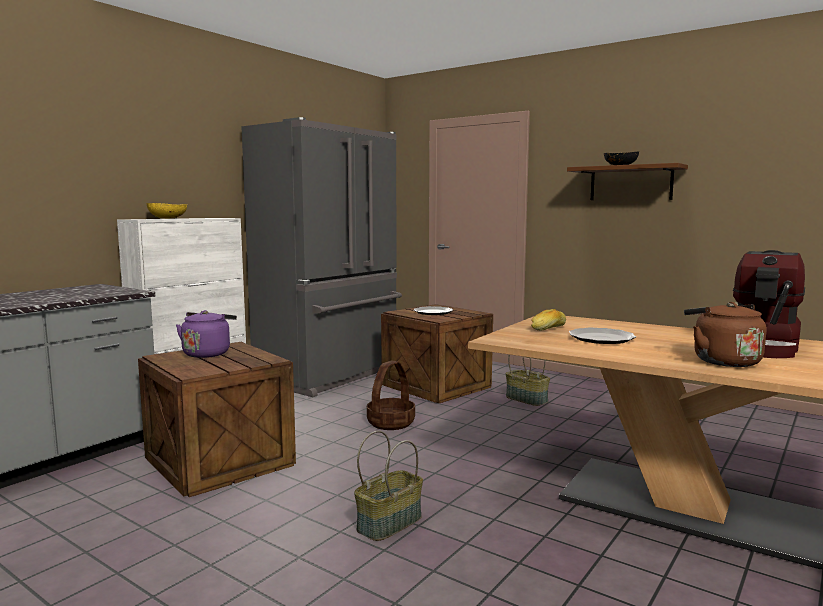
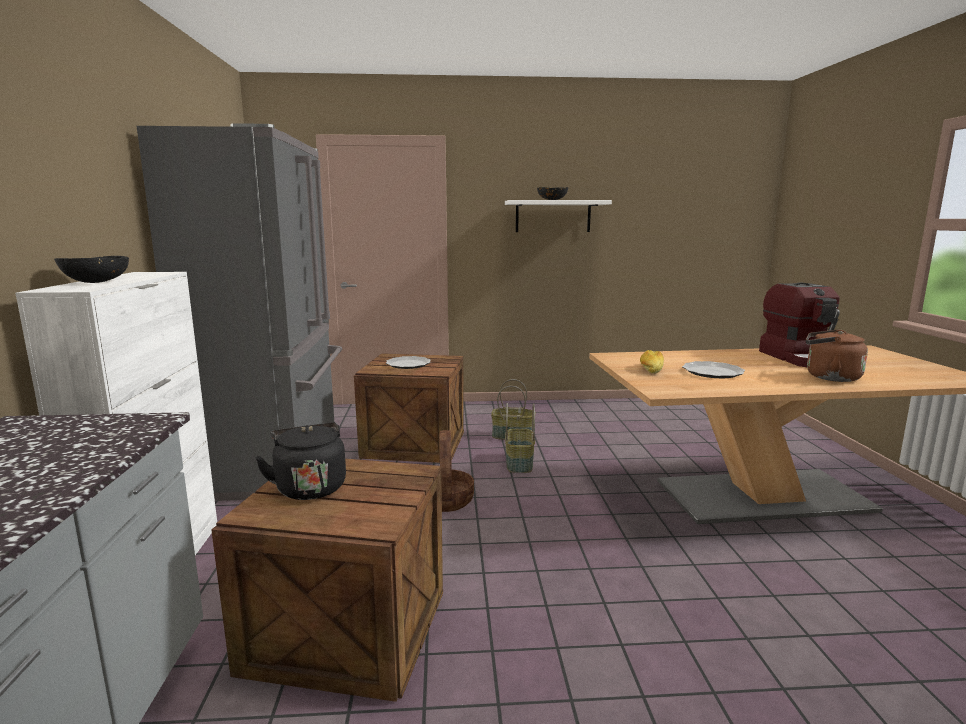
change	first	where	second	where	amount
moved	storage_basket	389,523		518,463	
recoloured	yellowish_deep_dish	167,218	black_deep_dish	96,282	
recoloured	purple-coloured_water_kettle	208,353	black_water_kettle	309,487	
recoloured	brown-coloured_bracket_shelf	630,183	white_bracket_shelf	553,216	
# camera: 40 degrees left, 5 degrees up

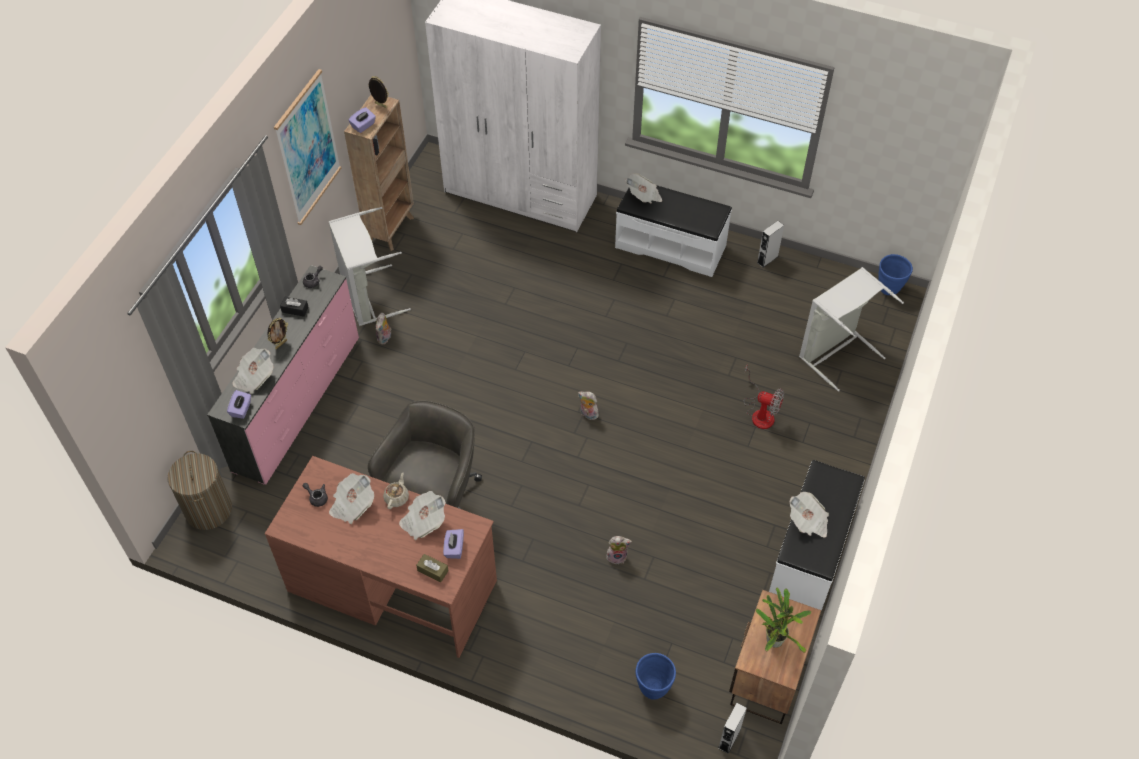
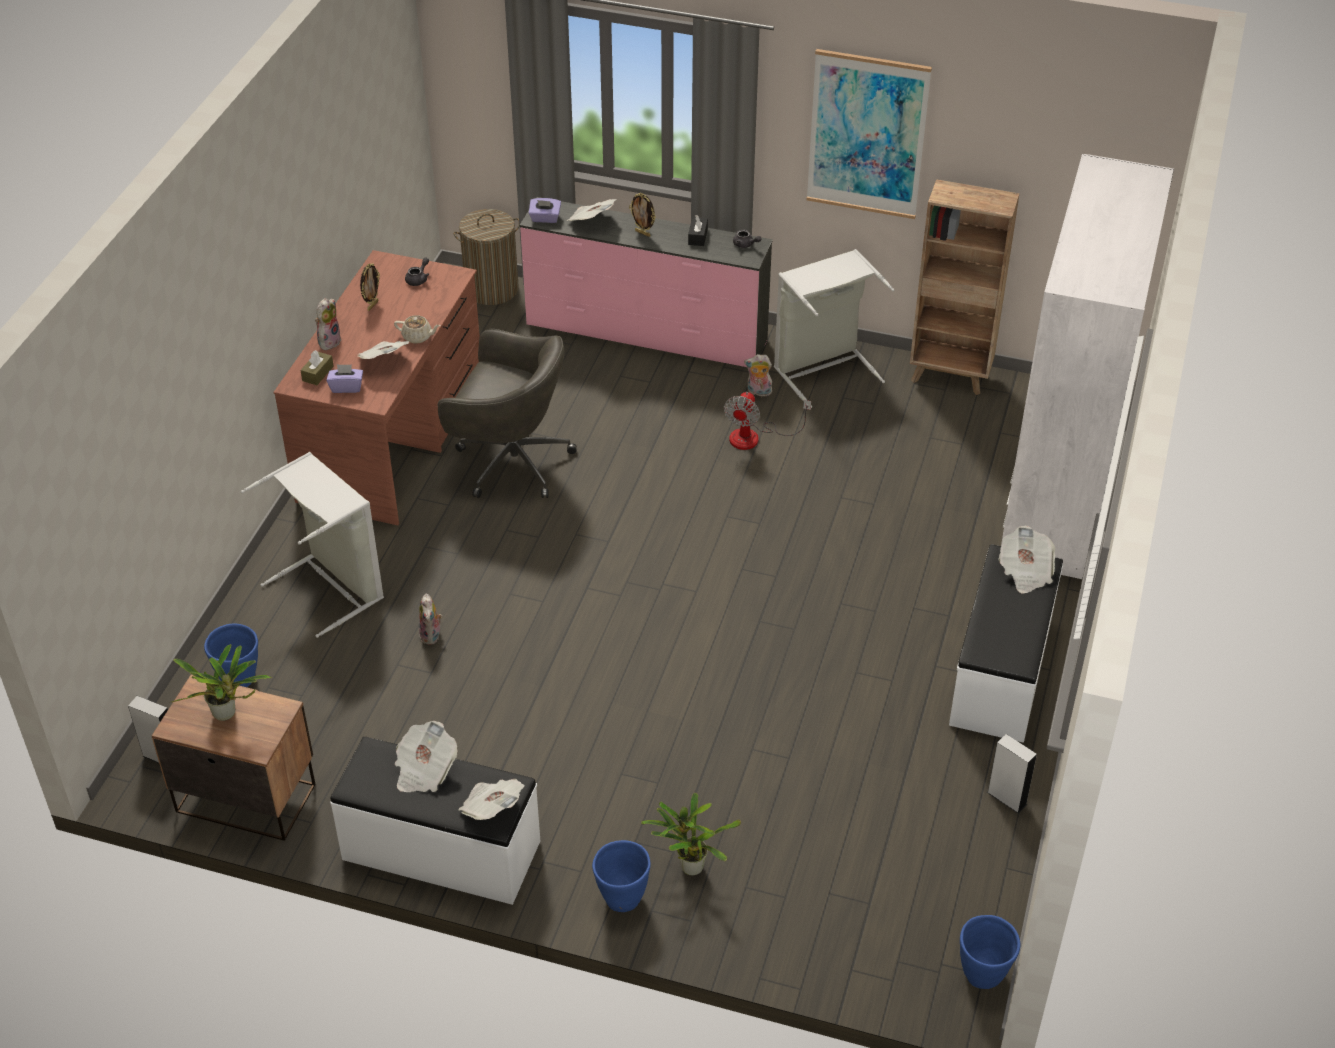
change	first	where	second	where	amount
removed	purple-coloured_tissue_box	363,126			
added			blue-coloured_flower_pot	622,899	
added			houseplant	689,865	
moved	newspaper	352,505		492,808	
moved	photo_frame	380,105		372,305	
moved	cuddly_toy	588,414		329,341	
moved	fan	760,412		754,437	
moved	greyish_hamper	835,352		333,586	
# camera: 85 degrees right, 10 degrees down

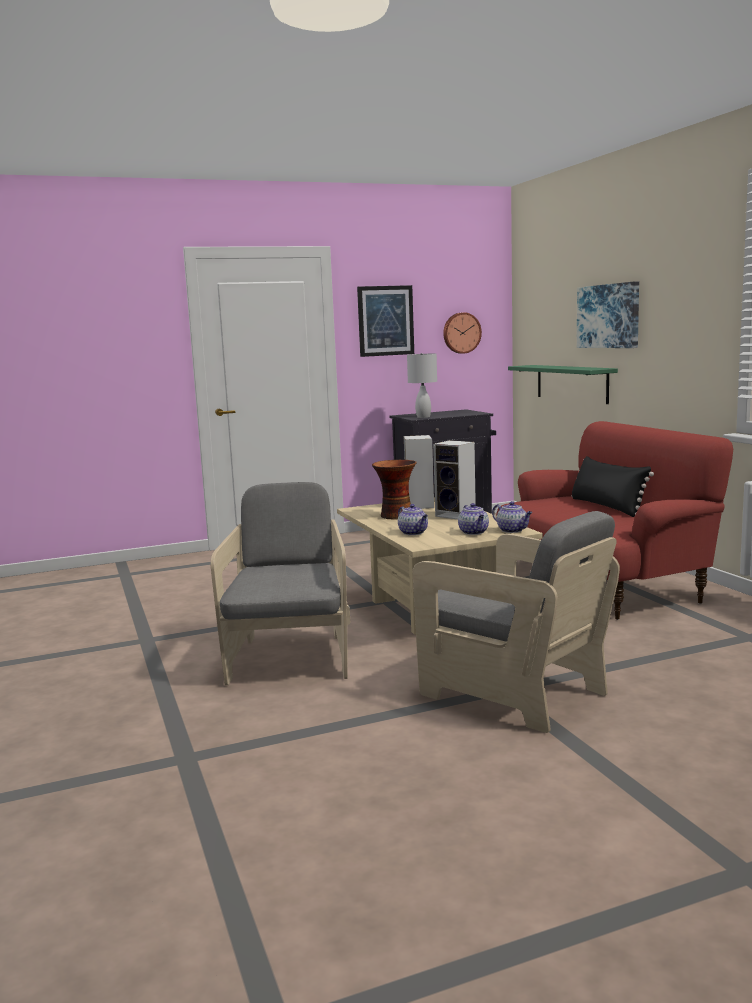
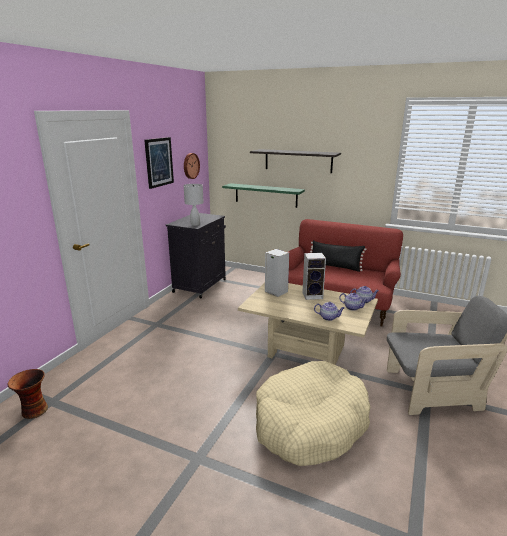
change	first	where	second	where	amount
moved	decorative_vase	395,516		33,411	
replaced	greyish_lounge_chair	290,658	sand-coloured_dog_bed	310,423	
replaced	picture	609,316	bracket_shelf	298,161	
# camera: 45 degrees left, 10 degrees up

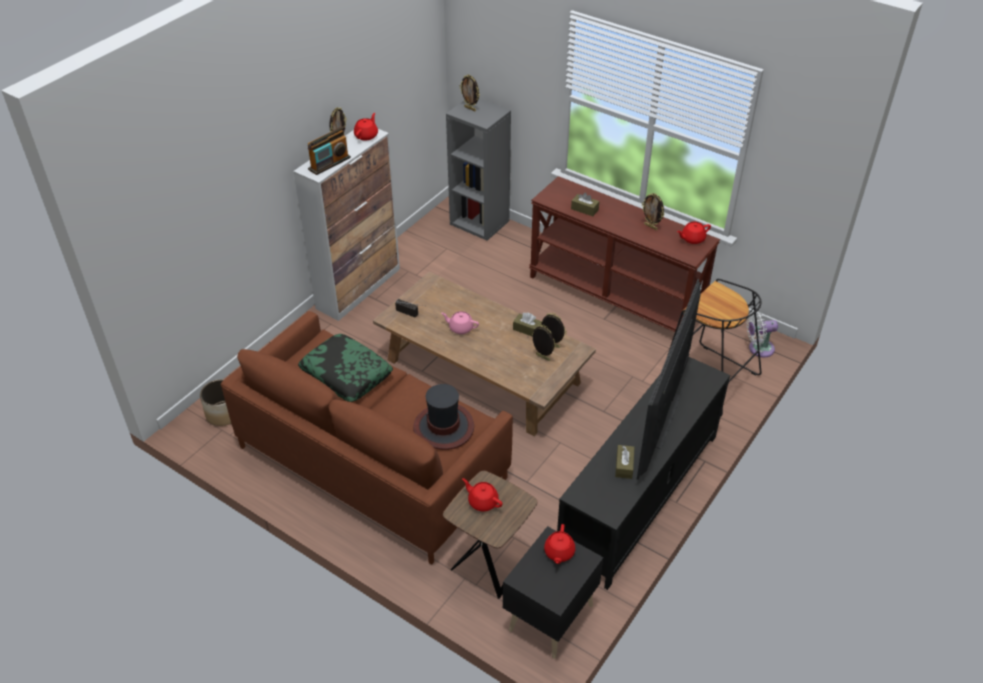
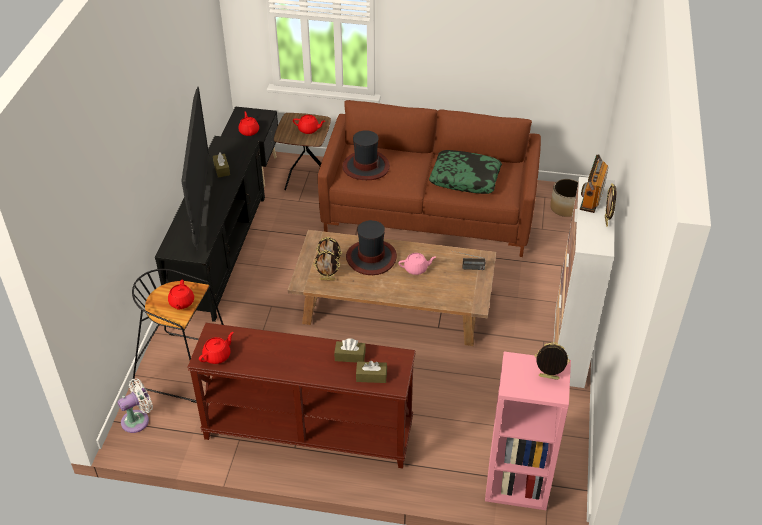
change	first	where	second	where	amount
removed	photo_frame	651,227			
added			hat	371,258	
moved	reddish_teapot	366,135		181,302	
moved	brown-coloured_tissue_box	527,329		371,376	
recoloured	greyish_bookshelf	480,222	pink-coloured_bookshelf	516,484	
# camera: 155 degrees right, 0 degrees up

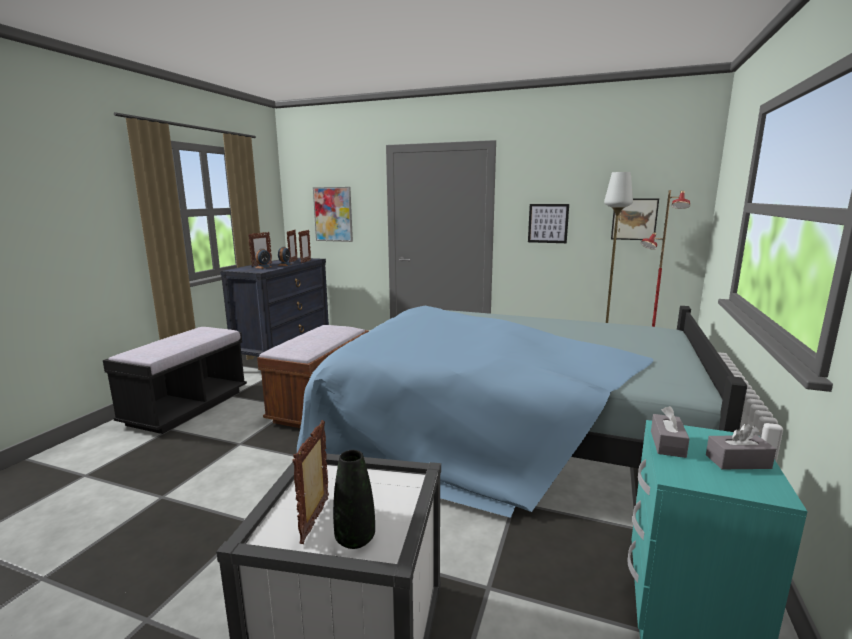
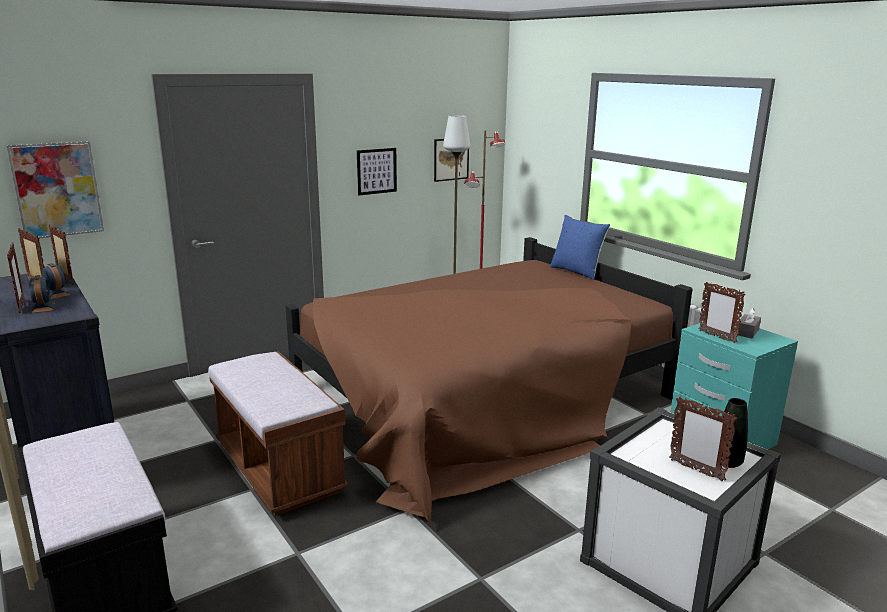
change	first	where	second	where	amount
added			blue-coloured_throw_pillow	576,271	
replaced	greyish_tissue_box	667,444	photo_frame	716,337	
recoloured	blue-coloured_bedroom_bed	508,433	brown-coloured_bedroom_bed	482,400	
# camera: 55 degrees left, 5 degrees up

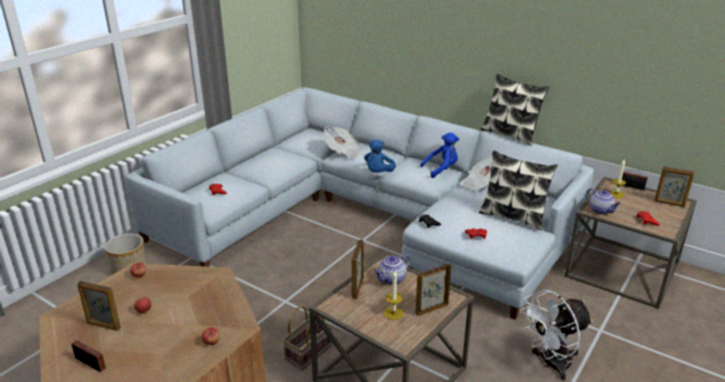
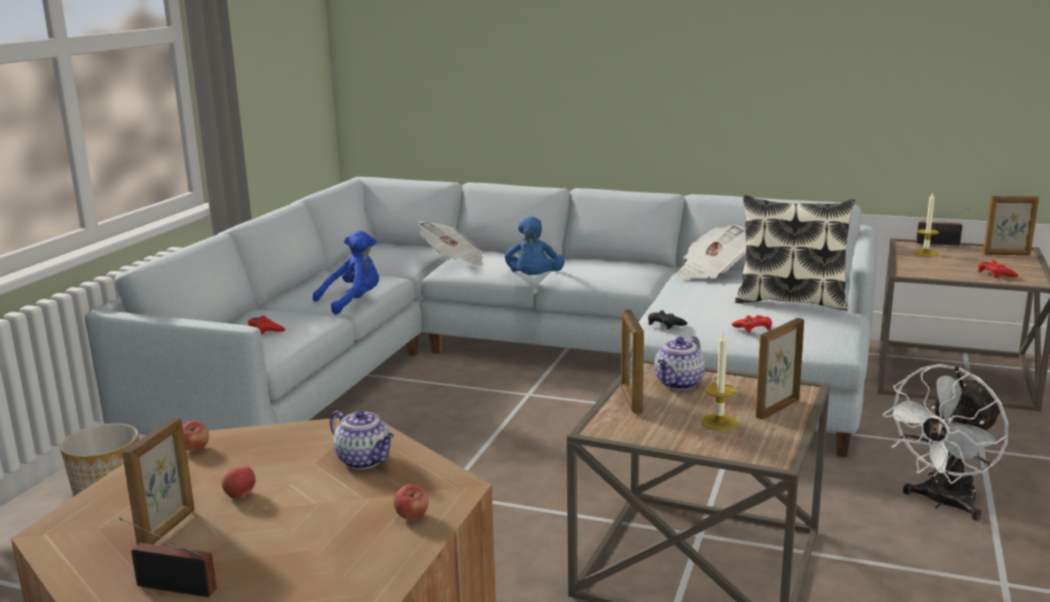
change	first	where	second	where	amount
removed	storage_basket	308,351			
removed	throw_pillow	510,134			
moved	blue-coloured_cuddly_toy	441,169		353,302	
moved	teapot	601,210		365,460	
turned	photo_frame	103,325		168,529	75 degrees counterclockwise
# camera: 15 degrees left, 10 degrees down

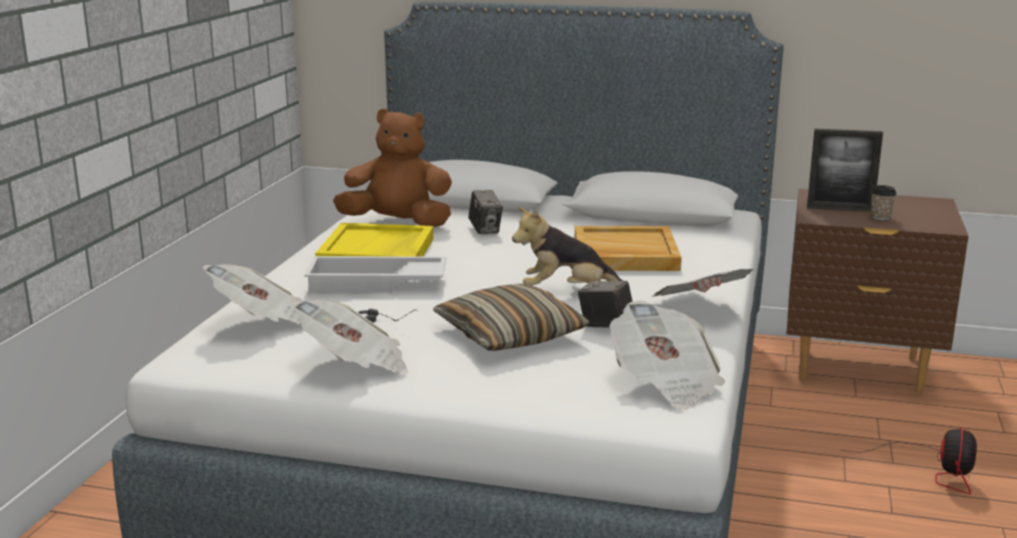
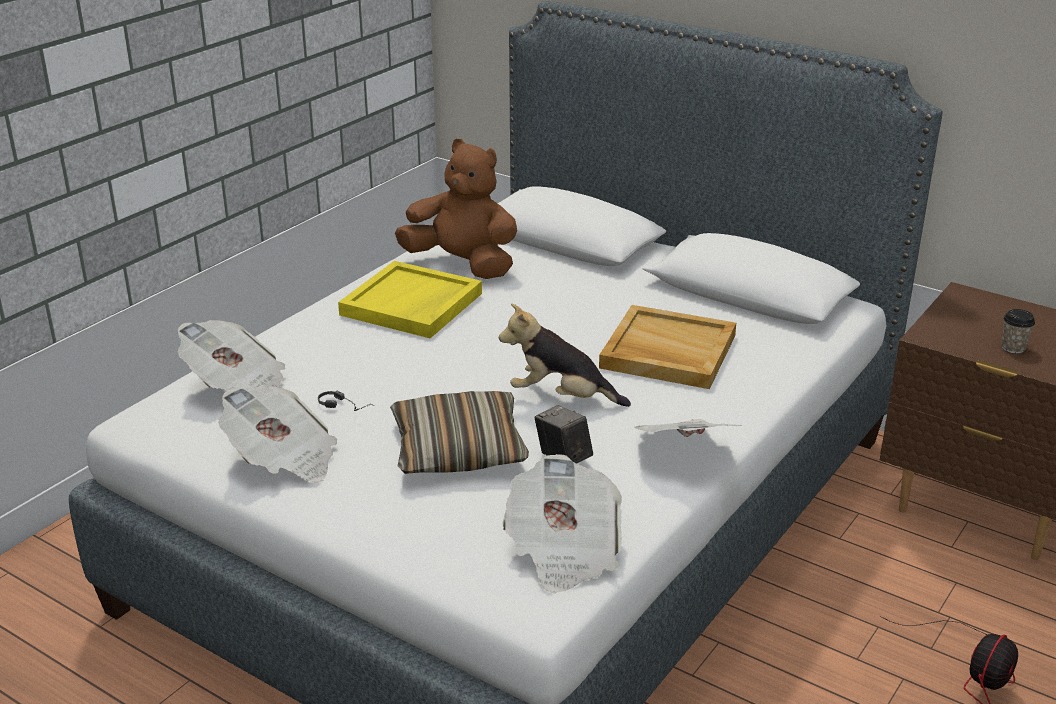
change	first	where	second	where	amount
removed	white_carrying_tray	375,283			
removed	still_camera	485,230			
removed	photo_frame	840,209			
# camera: 20 degrees right, 10 degrees up

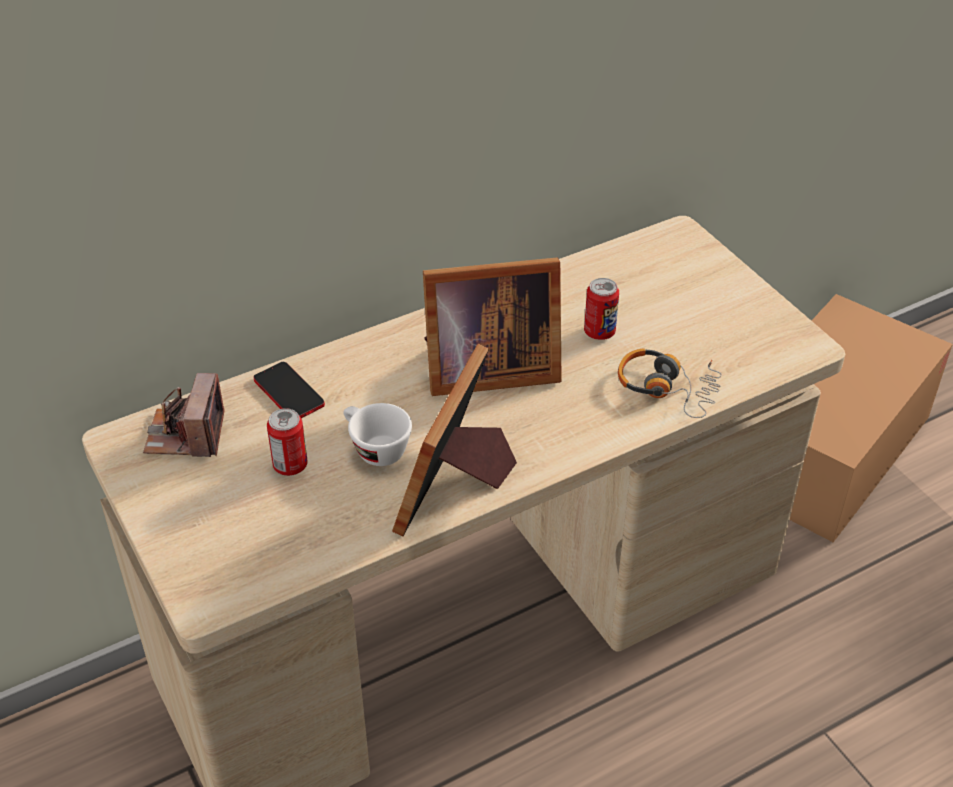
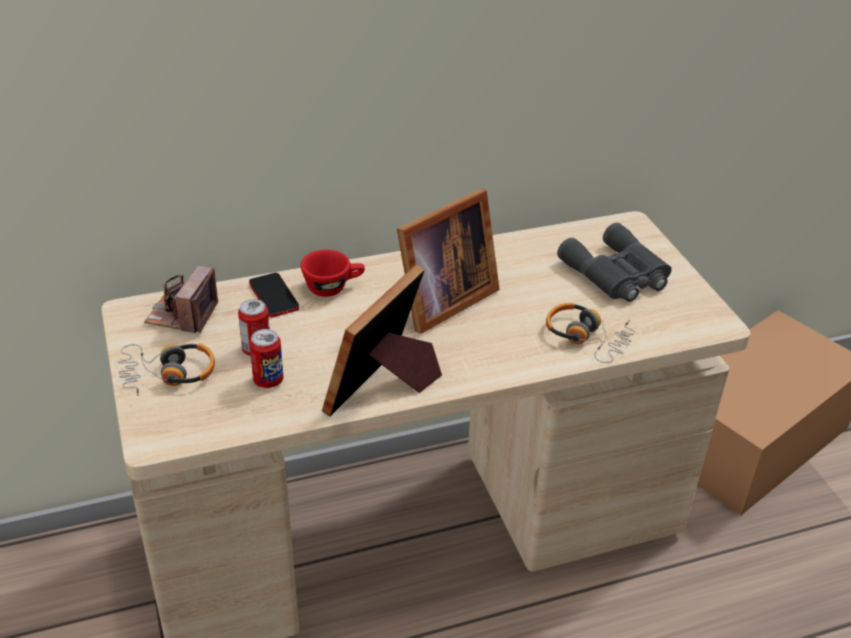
change	first	where	second	where	amount
removed	white_drinking_cup	374,448			
added			headset	168,374	
added			reddish_drinking_cup	333,287	
added			greyish_binoculars	617,274	
moved	sealed_can	599,332		268,380	
turned	photo_frame	485,369		438,302	45 degrees counterclockwise
# camera: 10 degrees right, 5 degrees down

